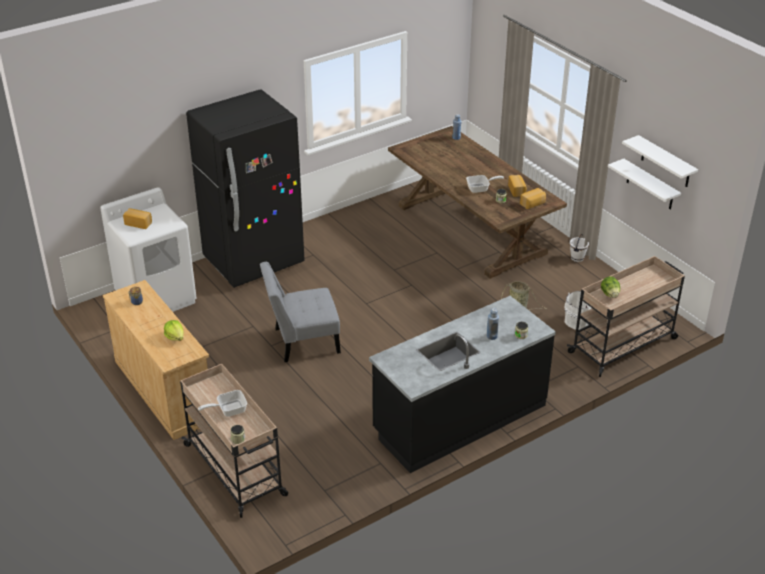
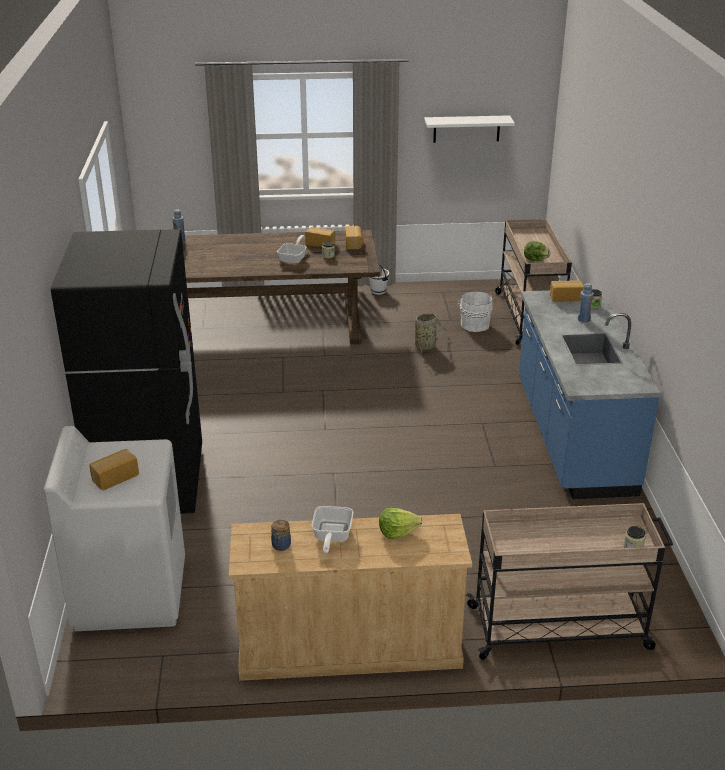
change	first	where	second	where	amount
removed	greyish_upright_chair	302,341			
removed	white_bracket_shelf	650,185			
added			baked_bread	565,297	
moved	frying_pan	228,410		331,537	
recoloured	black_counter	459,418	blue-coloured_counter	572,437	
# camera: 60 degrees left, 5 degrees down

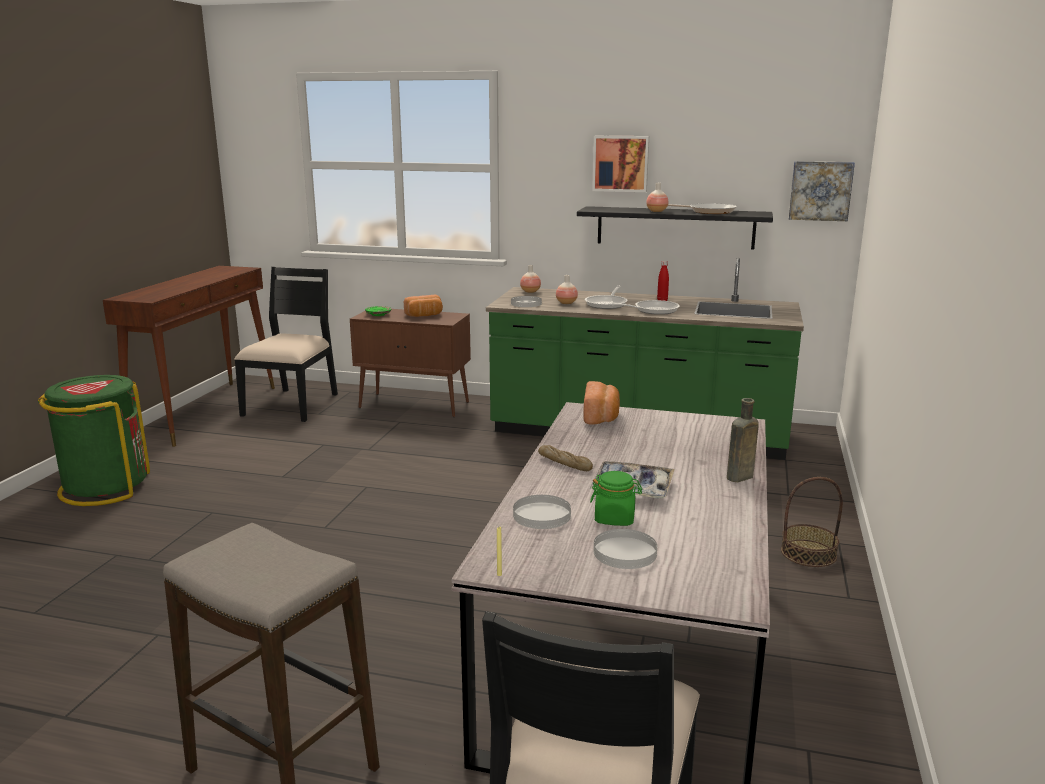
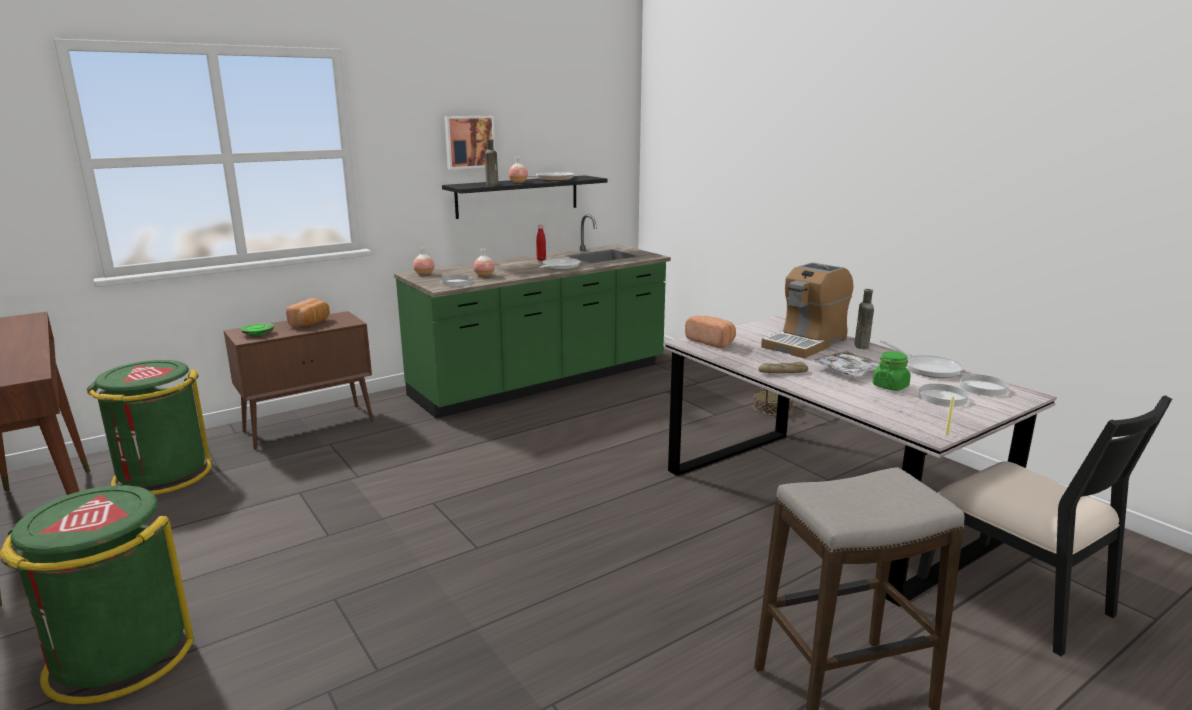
change	first	where	second	where	amount
removed	picture	820,190			
added			brown-coloured_drink_bottle	492,184	
added			coffee_machine	805,343	
moved	white_plate	542,515		983,388	
moved	frying_pan	607,304		927,368	
replaced	black_upright_chair	293,404	greenish_rubbish_bin	162,475	
# camera: 50 degrees left, 0 degrees up

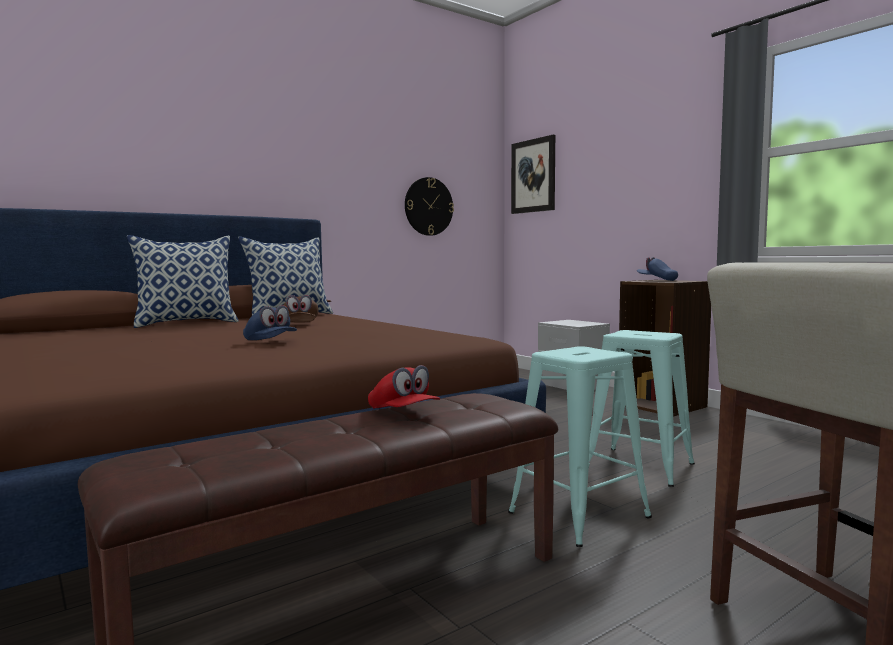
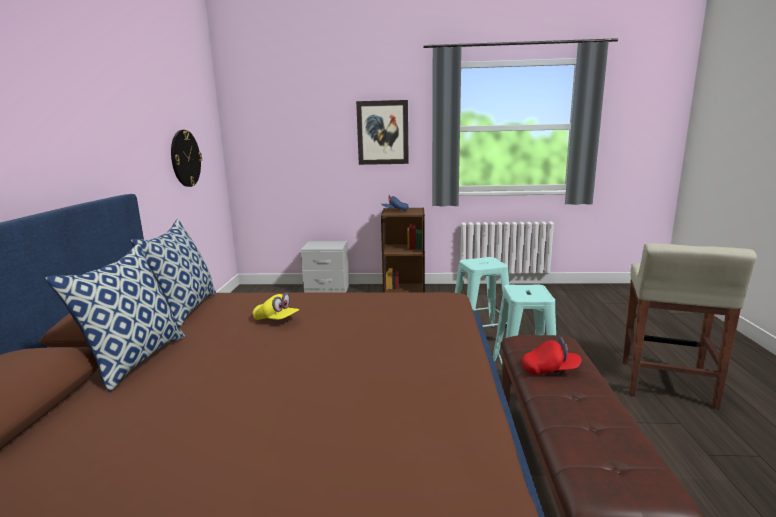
change	first	where	second	where	amount
removed	blue-coloured_baseball_cap	270,342			
moved	picture	533,176		382,132	
recoloured	brown-coloured_baseball_cap	300,324	yellowish_baseball_cap	276,320	
# camera: 50 degrees left, 10 degrees up

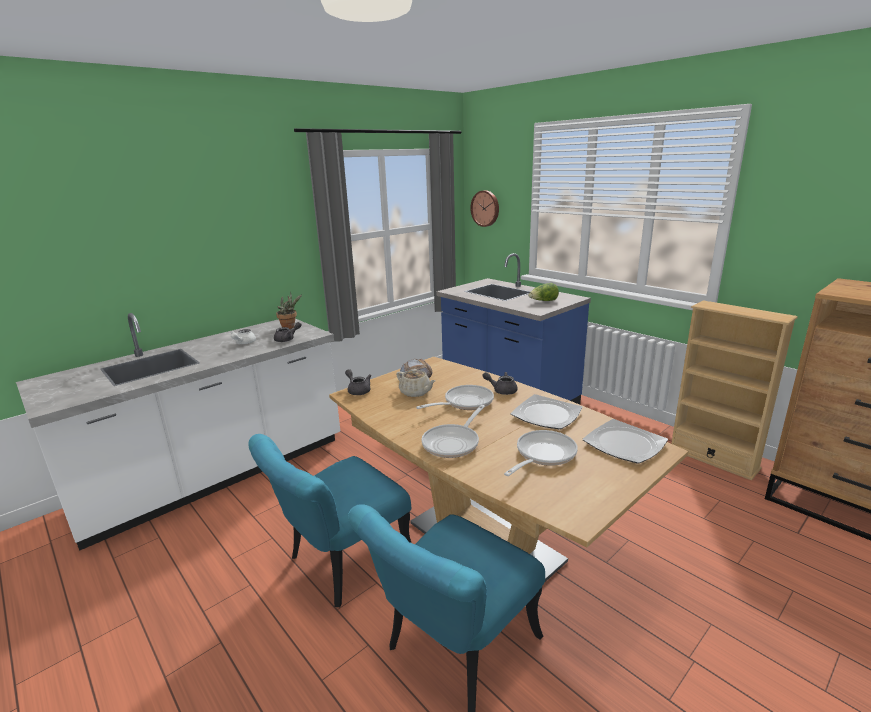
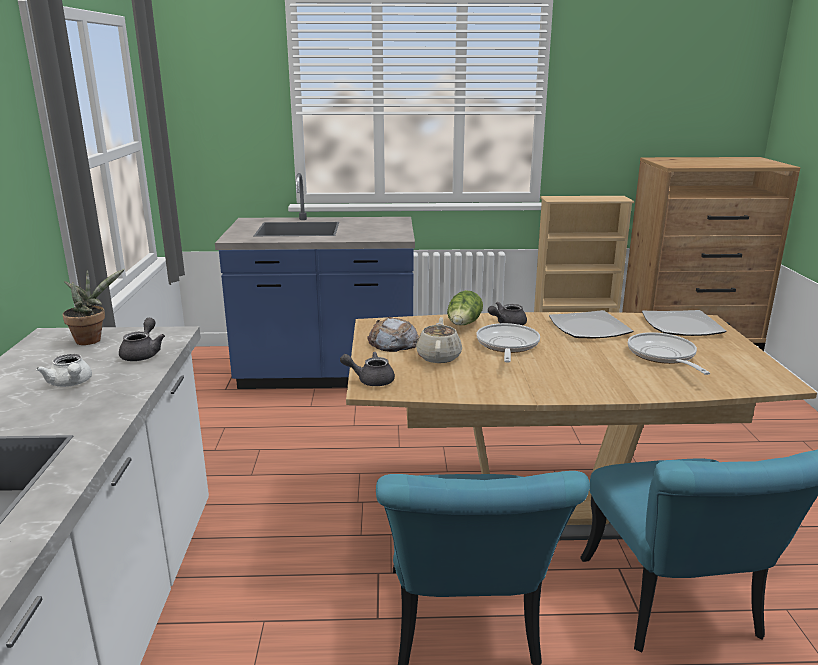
change	first	where	second	where	amount
removed	frying_pan	453,443			
removed	wall_clock	485,208			
moved	lettuce	543,301		463,325	
turned	sand-coloured_teapot	415,392		439,356	75 degrees counterclockwise
# camera: 50 degrees left, 0 degrees up

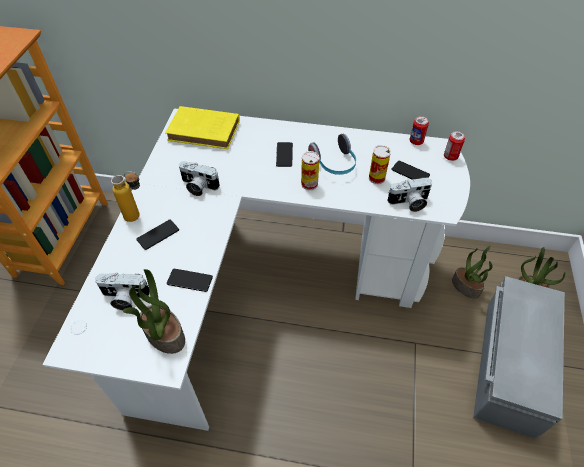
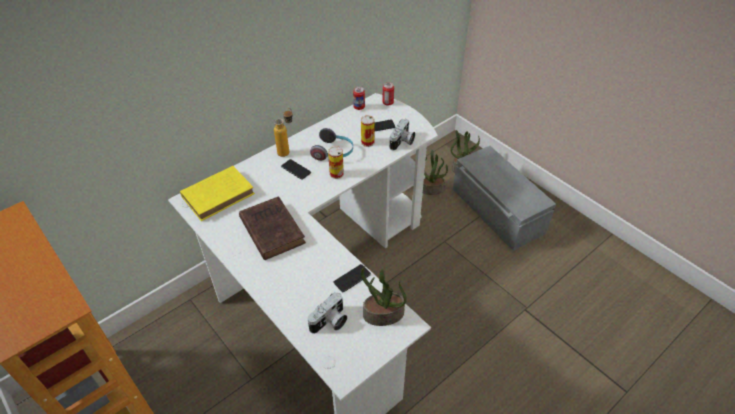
change	first	where	second	where	amount
removed	handset	158,235			
moved	drink_bottle	138,217		287,151	
replaced	still_camera	198,187	brown-coloured_volume	271,229	
# camera: 50 degrees left, 5 degrees down

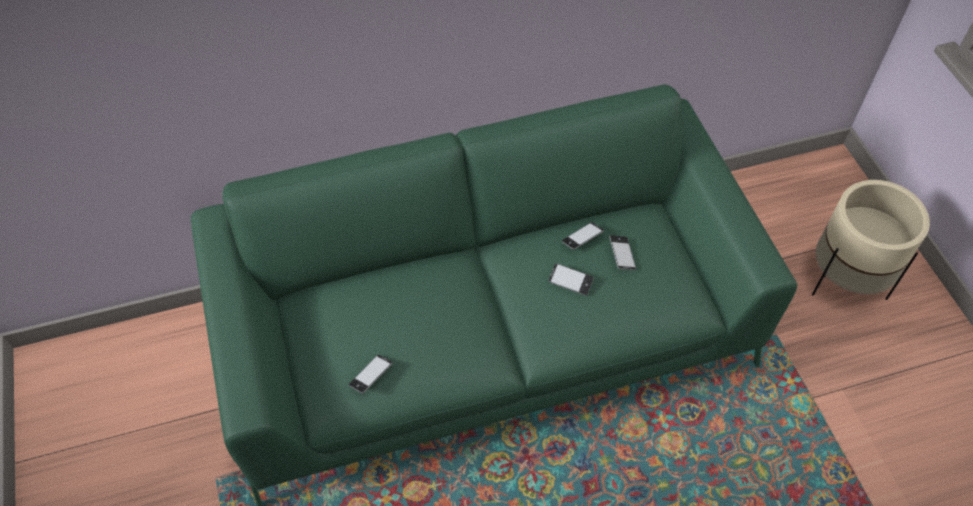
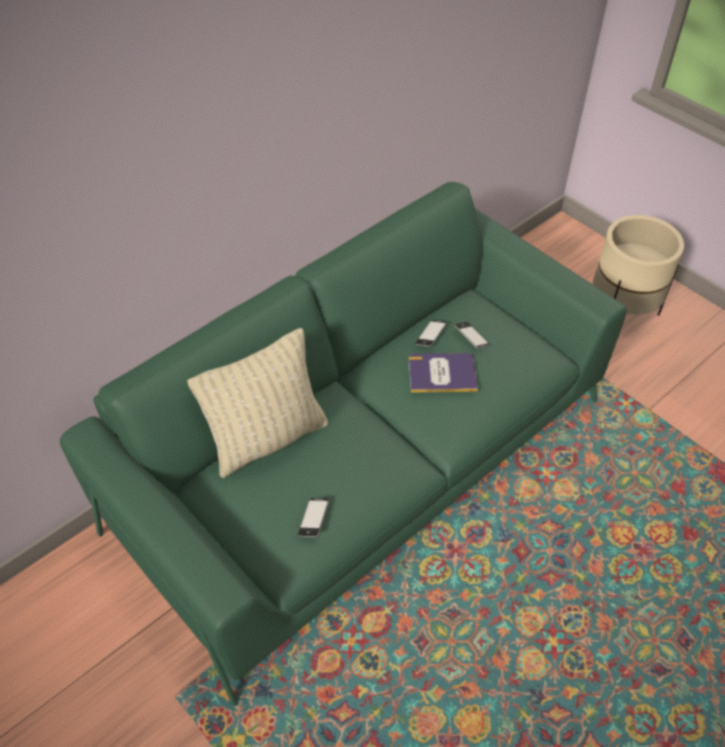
change	first	where	second	where	amount
added			sand-coloured_throw_pillow	267,439	
replaced	handset	570,281	volume	442,373	
# camera: 25 degrees left, 5 degrees down

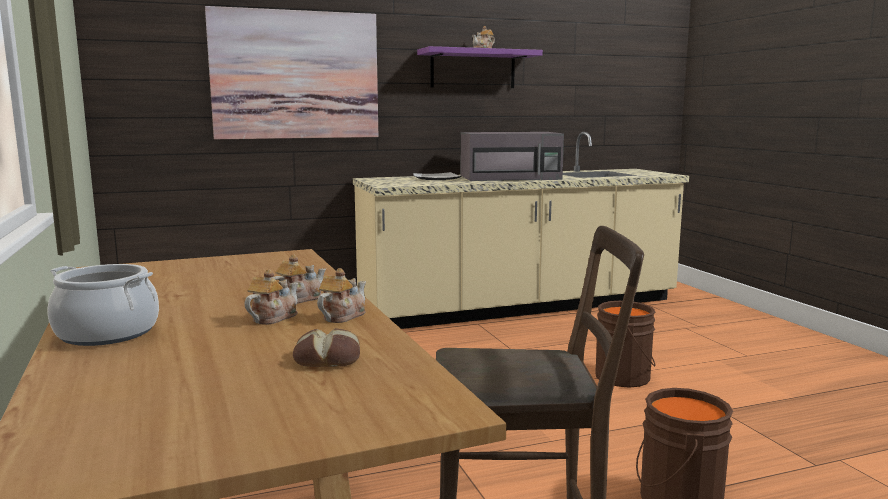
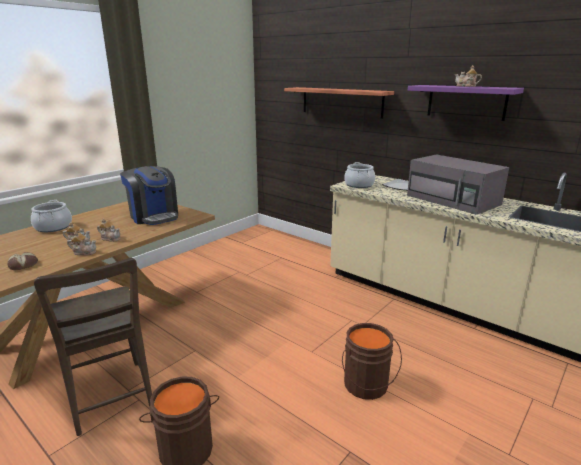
change	first	where	second	where	amount
added			coffee_machine	154,216	
added			saucepot	359,185	
replaced	picture	295,75	bracket_shelf	341,102	
# camera: 60 degrees right, 10 degrees up

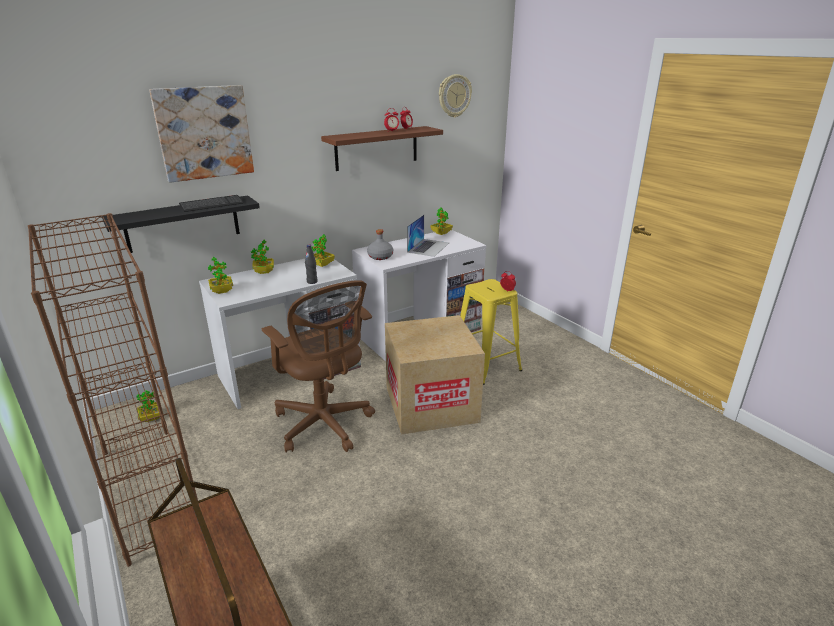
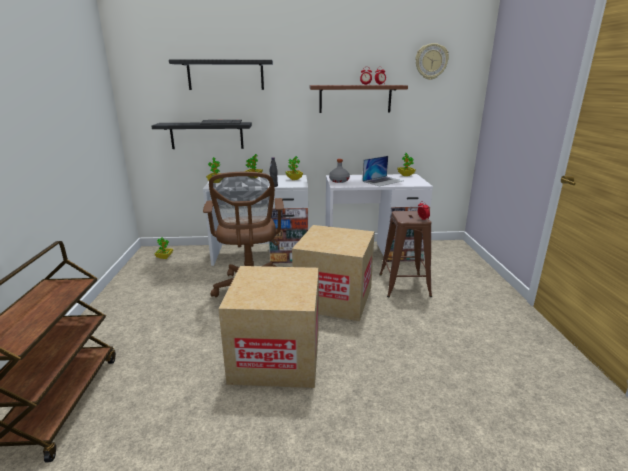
change	first	where	second	where	amount
removed	brown-coloured_bookshelf	149,489			
added			packing_box	276,357	
replaced	picture	204,133	black_bracket_shelf	225,75	
recoloured	yellowish_sitting_stool	486,365	brown-coloured_sitting_stool	404,285	
# camera: 30 degrees right, 5 degrees down

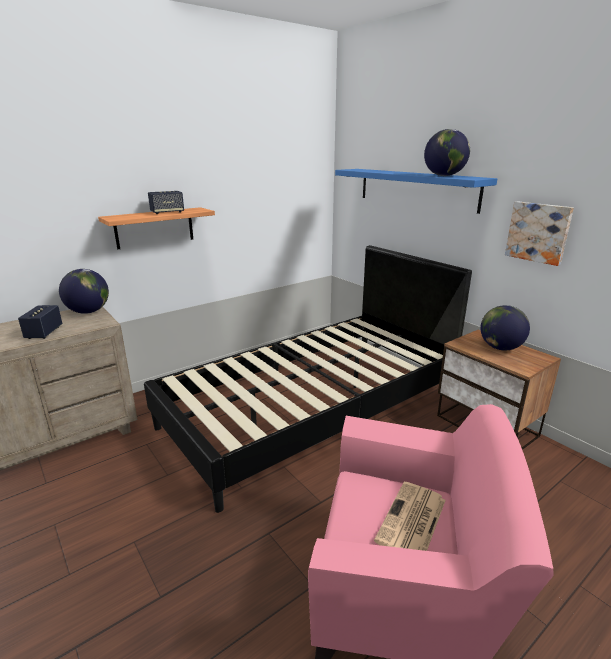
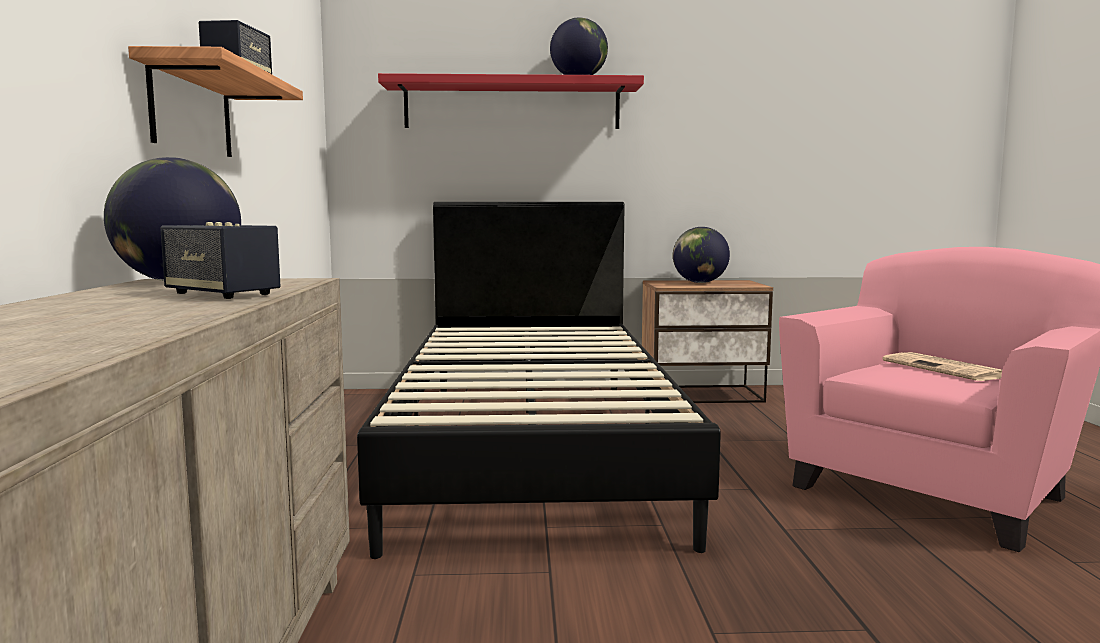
change	first	where	second	where	amount
removed	picture	538,232			
recoloured	blue-coloured_bracket_shelf	416,189	reddish_bracket_shelf	512,105	
# camera: 55 degrees left, 15 degrees down

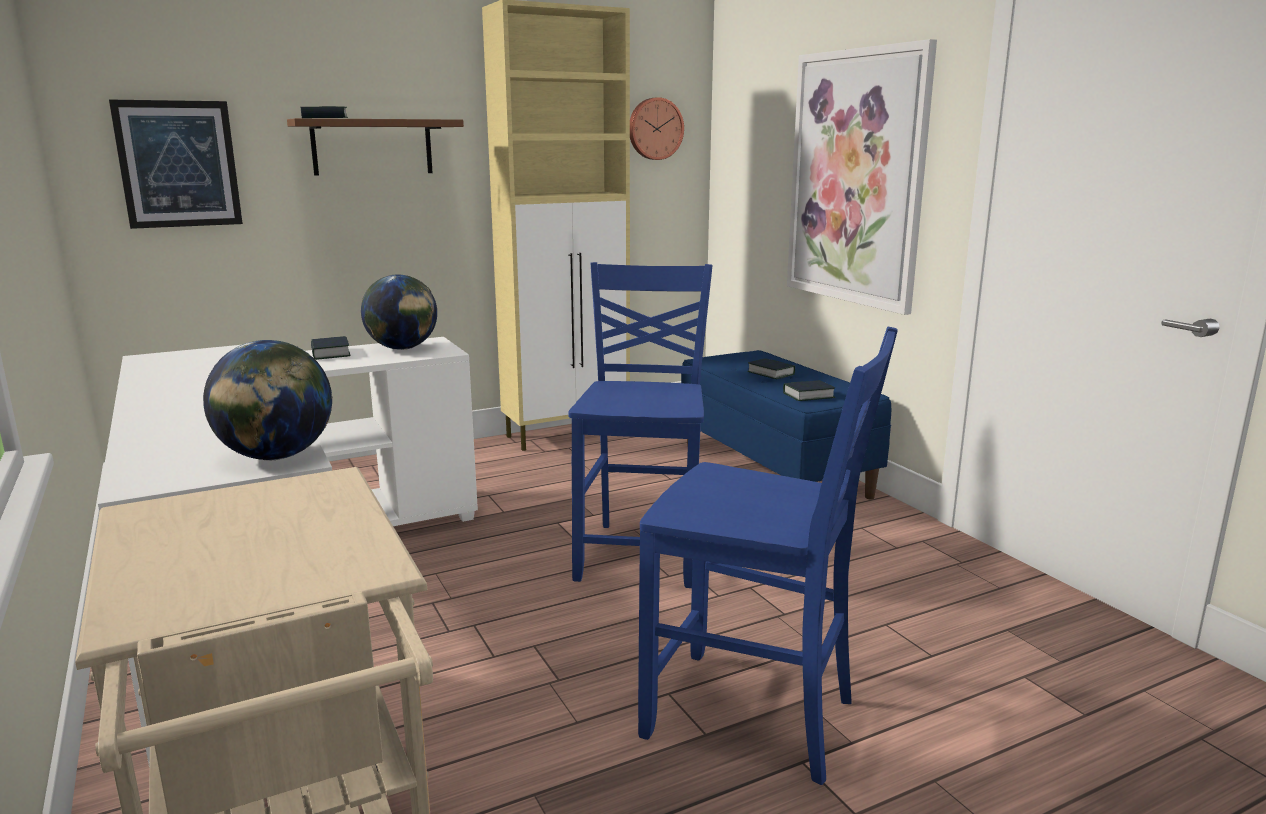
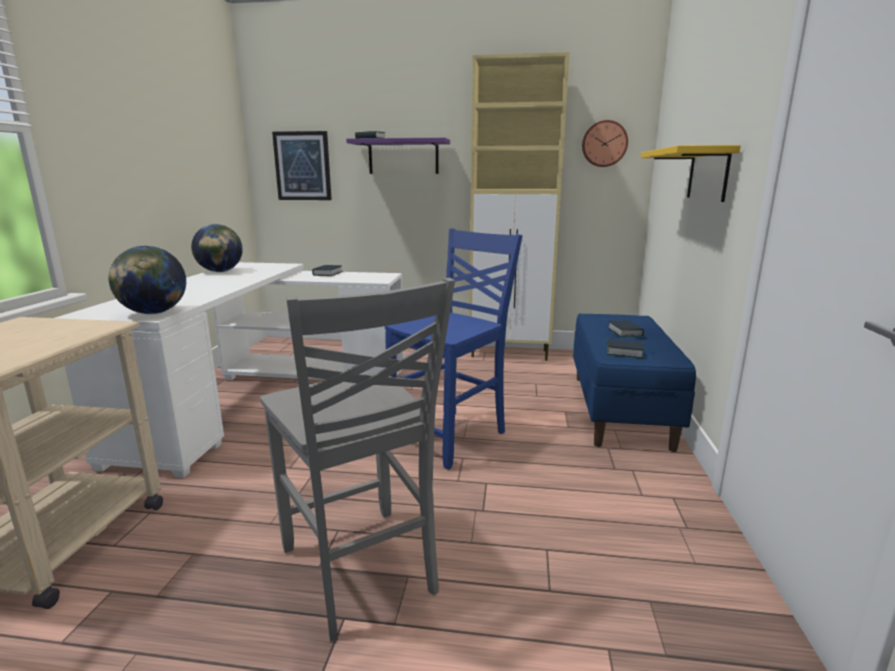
change	first	where	second	where	amount
moved	desk_globe	402,349		220,271	
replaced	picture	856,178	yellowish_bracket_shelf	708,174	
recoloured	brown-coloured_bracket_shelf	372,147	purple-coloured_bracket_shelf	403,157	
recoloured	blue-coloured_upright_chair	754,718	greyish_upright_chair	360,571	
# camera: 35 degrees right, 0 degrees up

